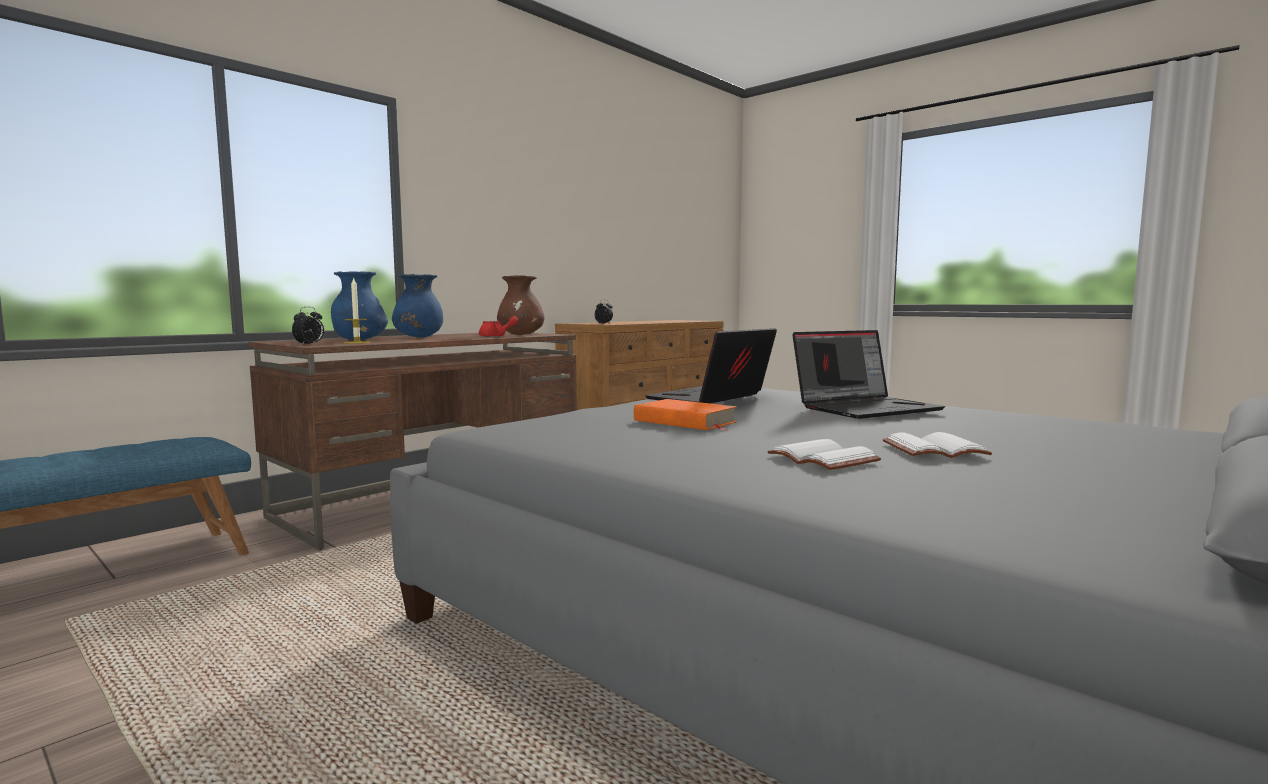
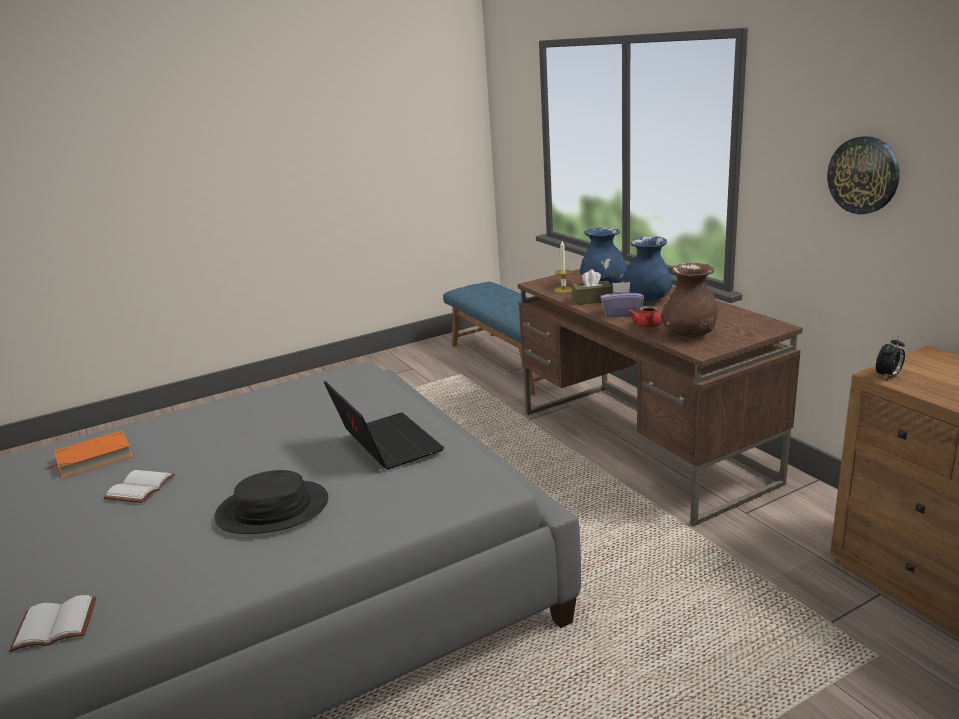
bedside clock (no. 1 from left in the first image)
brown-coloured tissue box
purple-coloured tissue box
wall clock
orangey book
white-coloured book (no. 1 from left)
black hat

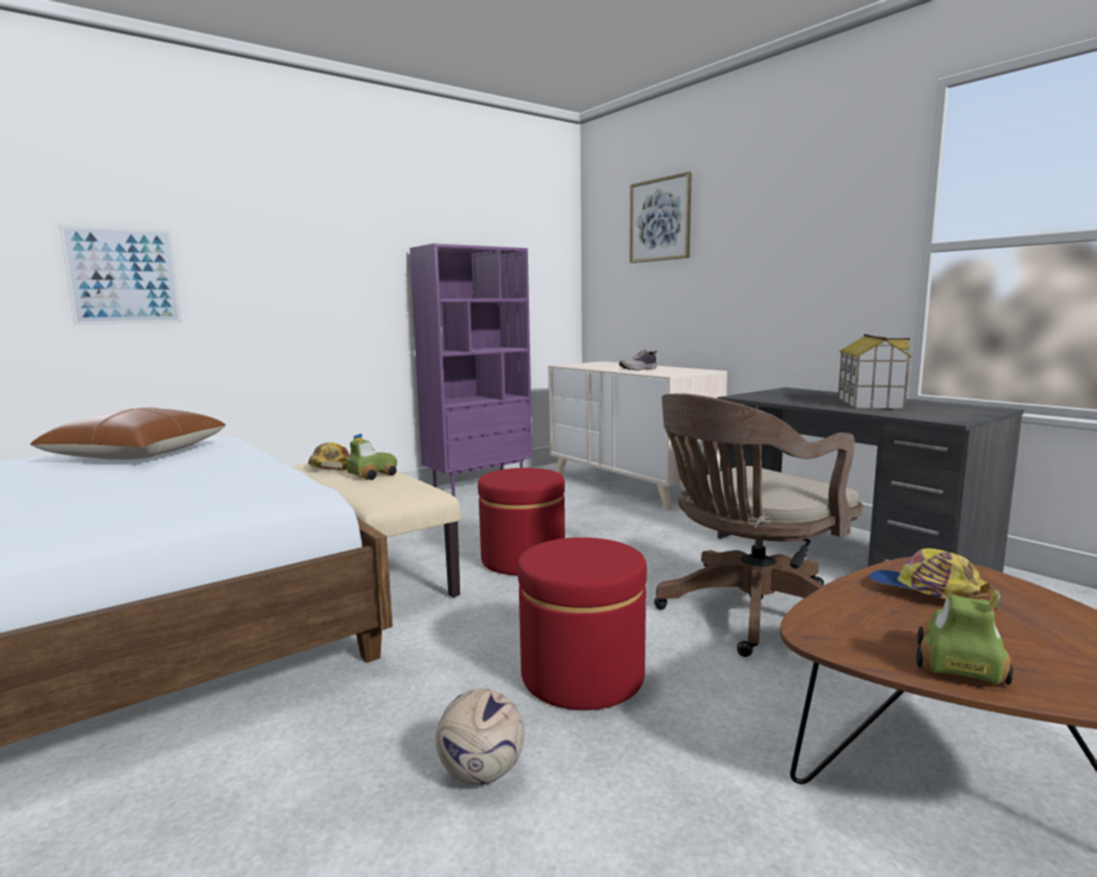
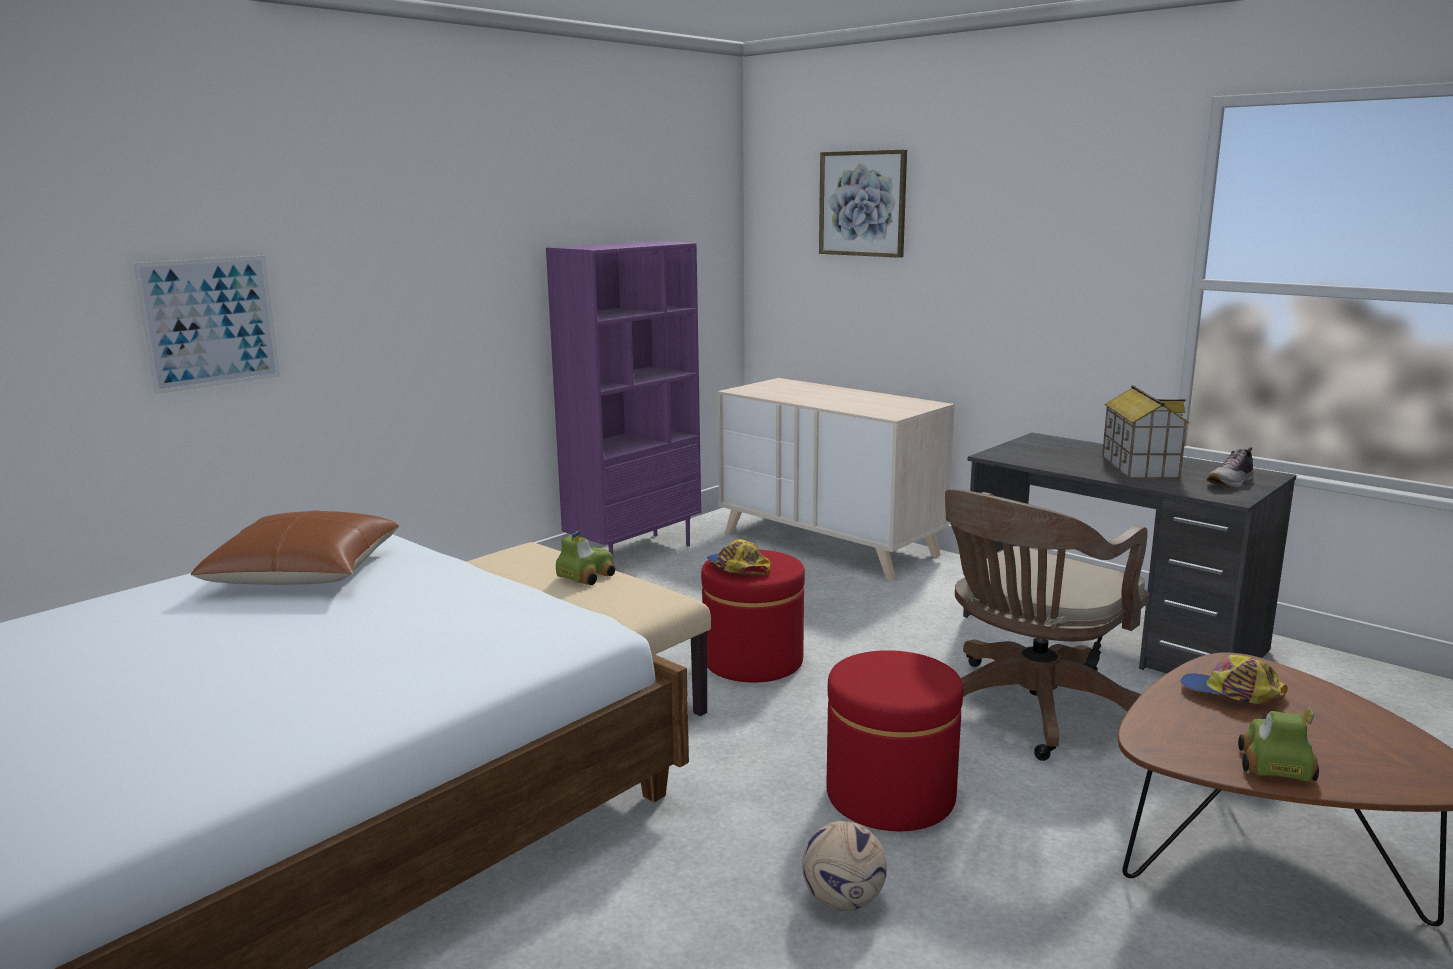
baseball cap (no. 1 from left)
low shoe

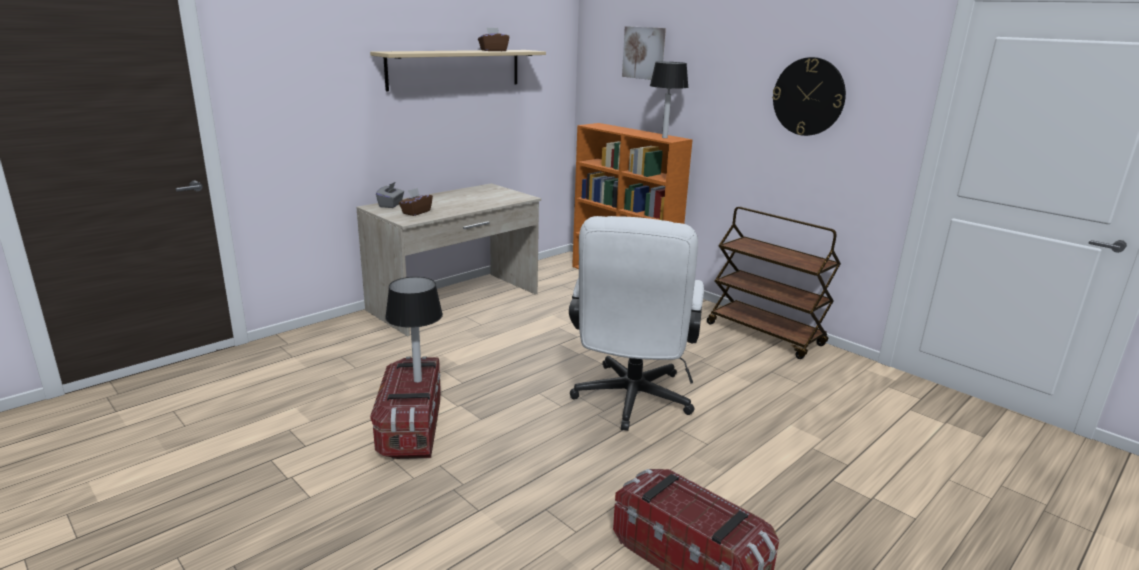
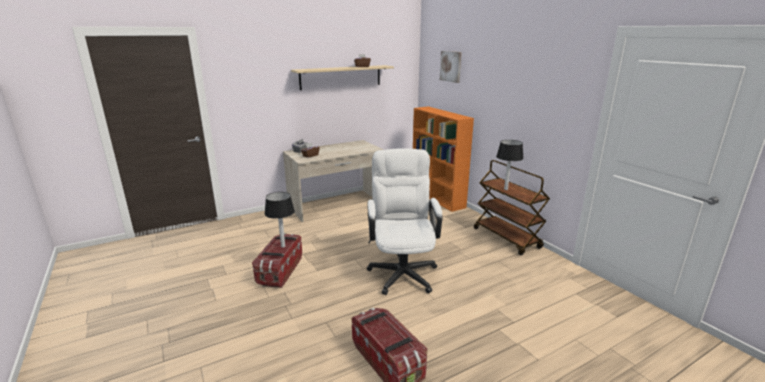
wall clock
table lamp (no. 2 from left)
white-coloured computer chair

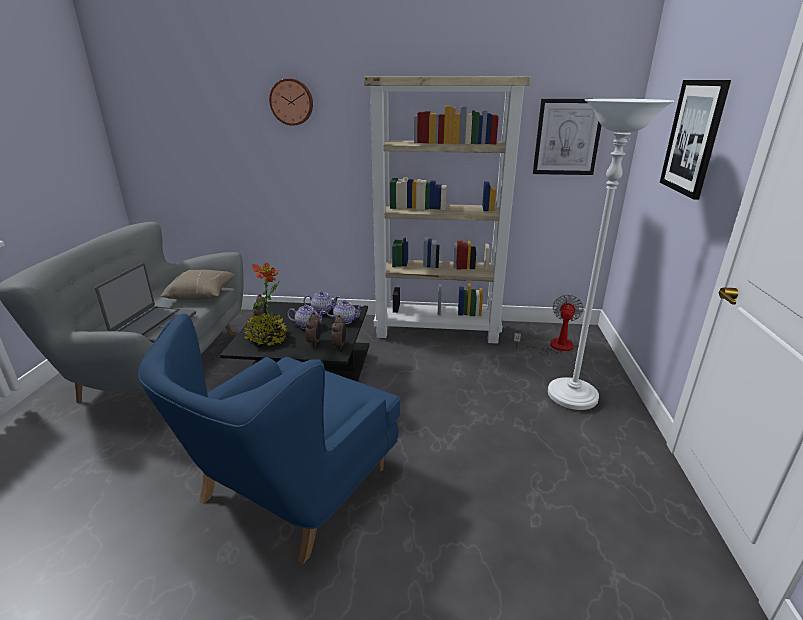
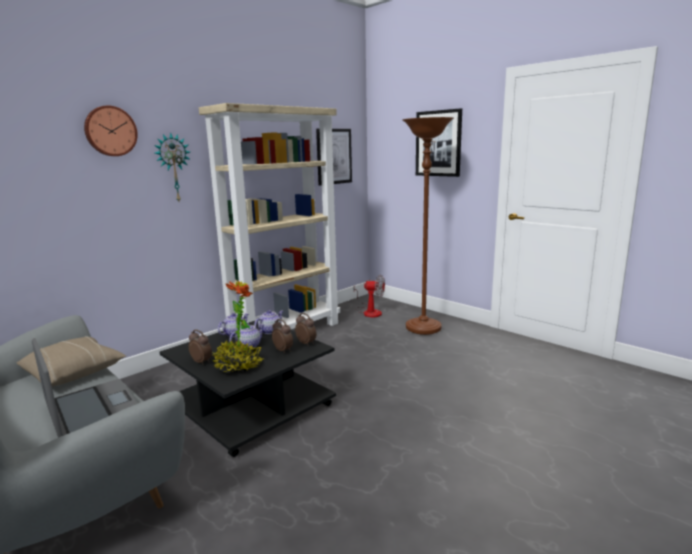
bluish lounge chair
wall clock (no. 2 from left)
brown-coloured standing lamp
electric fan

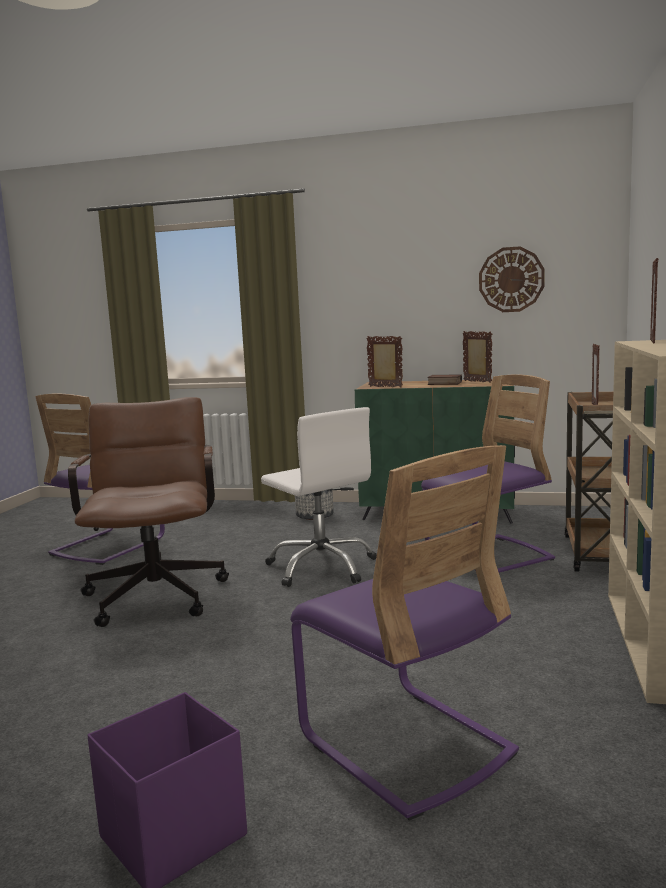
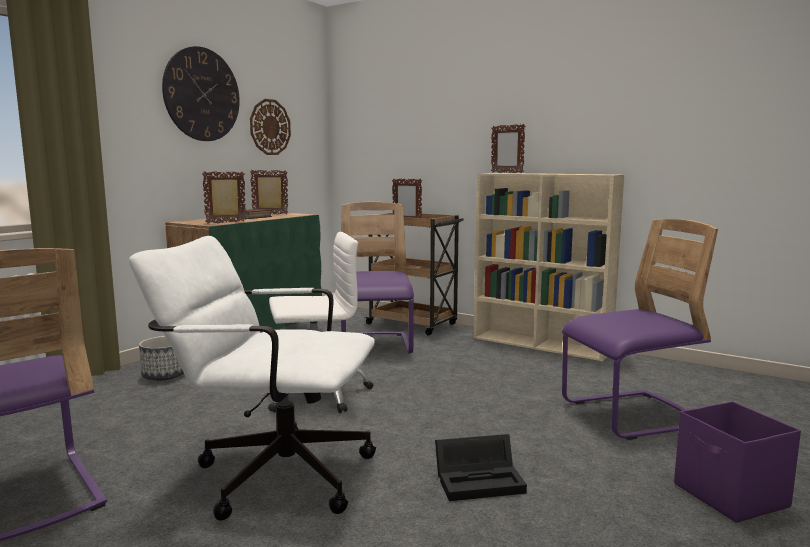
wall clock (no. 1 from left)
black storage bin
white-coloured computer chair (no. 1 from left)

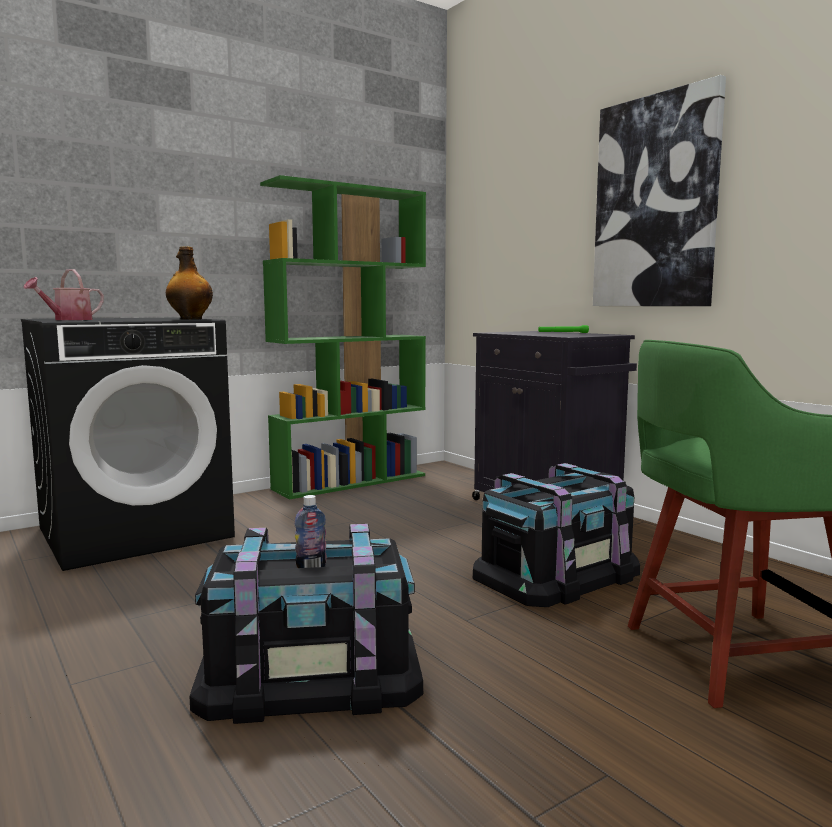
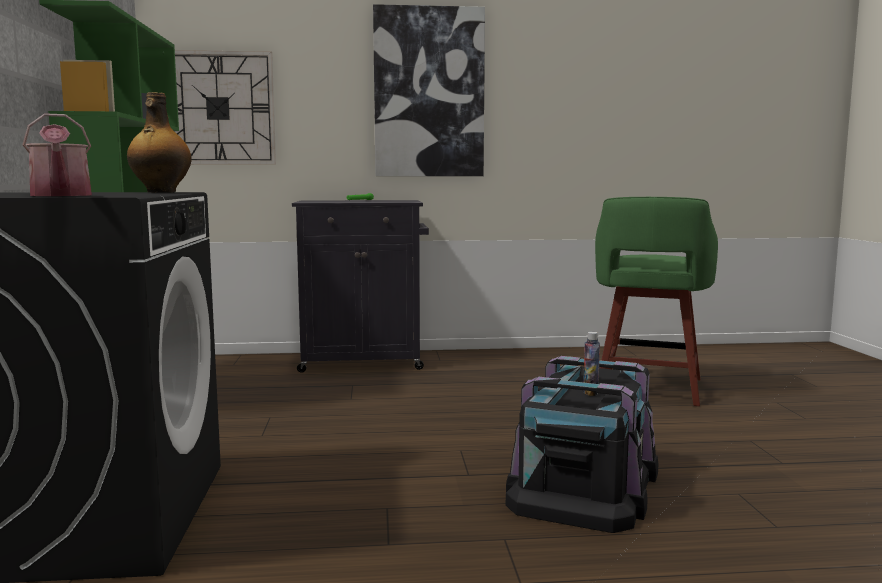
black storage bin (no. 2 from left in the first image)
wall clock

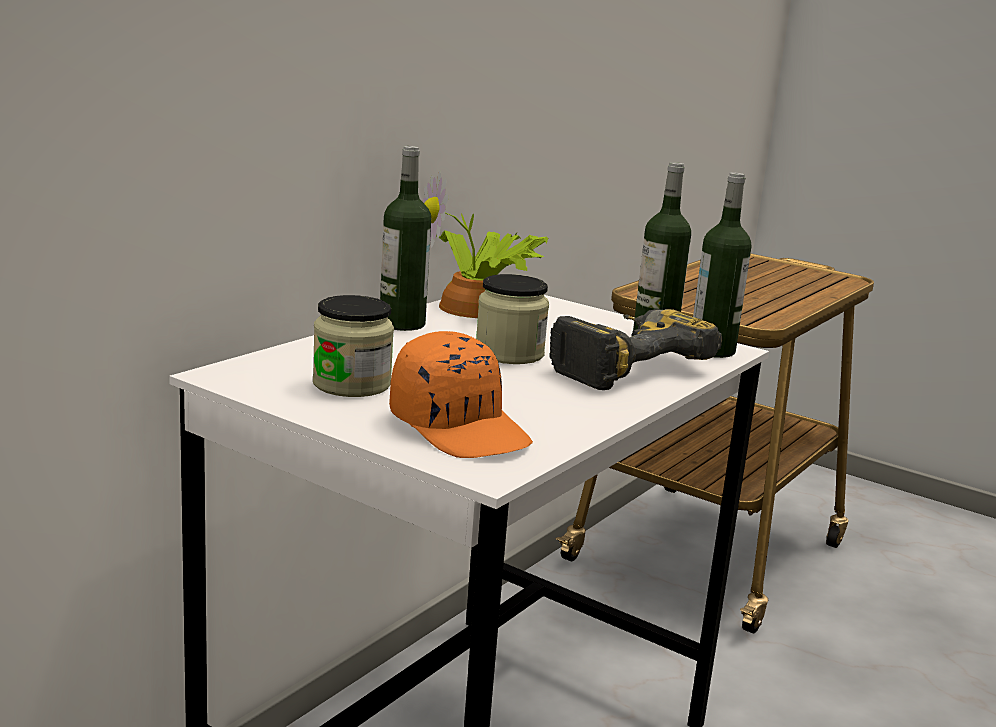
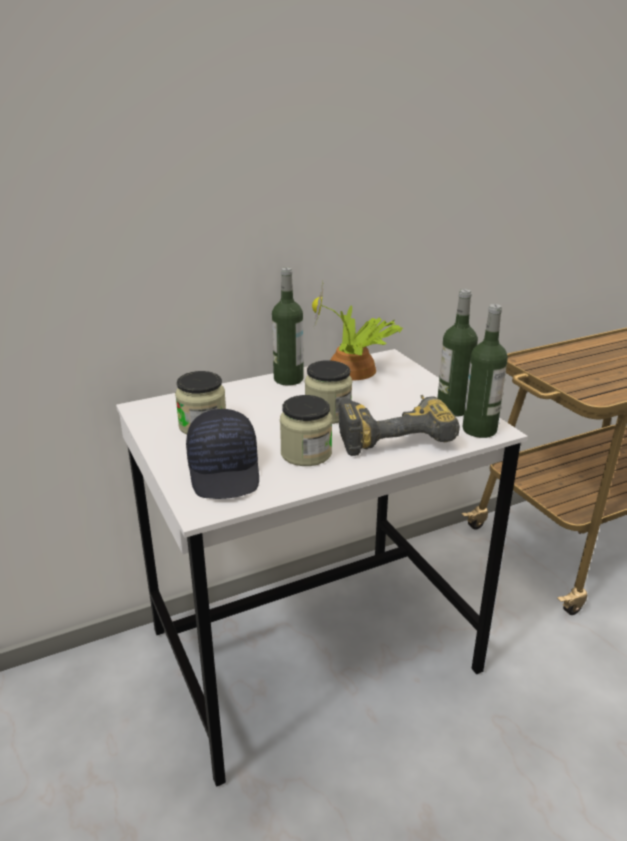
storage jar (no. 2 from left)
black baseball cap

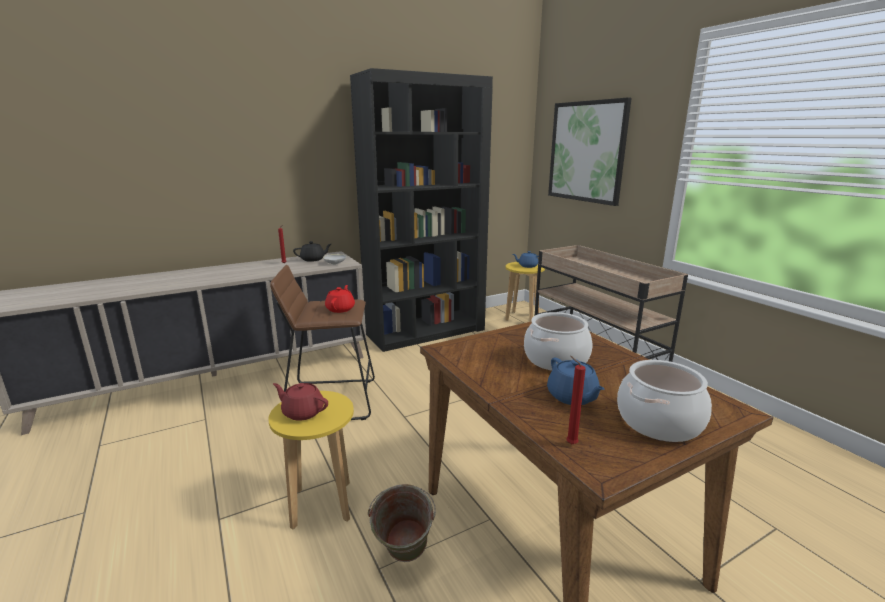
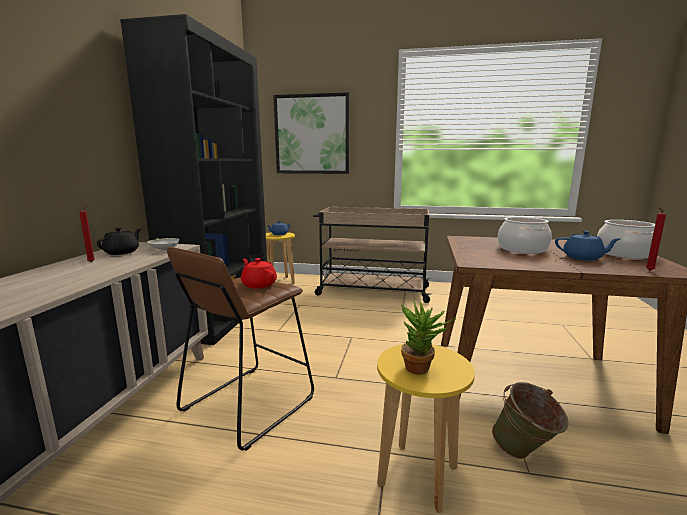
plant in a pot

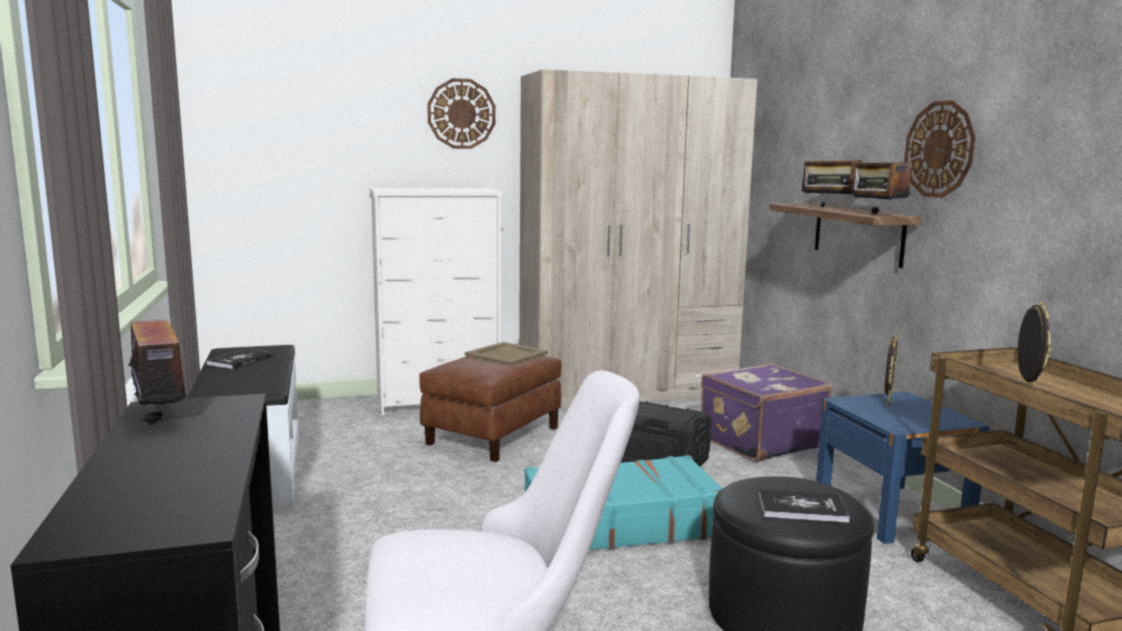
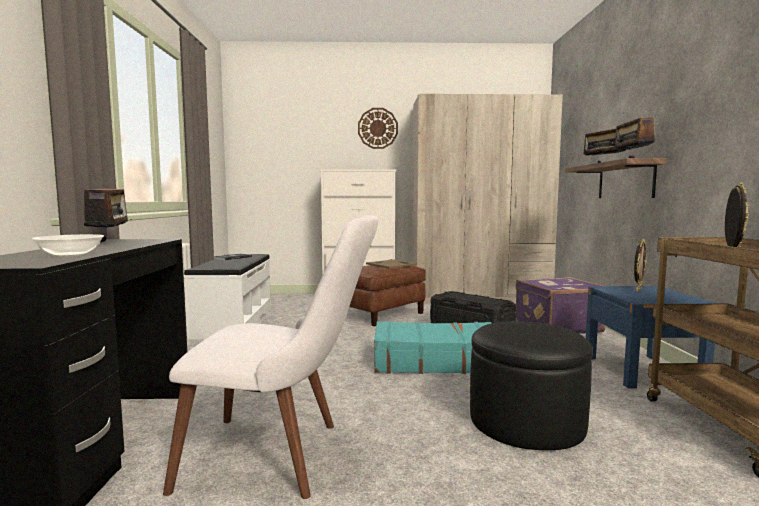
book (no. 2 from left in the first image)
wall clock (no. 2 from left in the first image)
bowl

